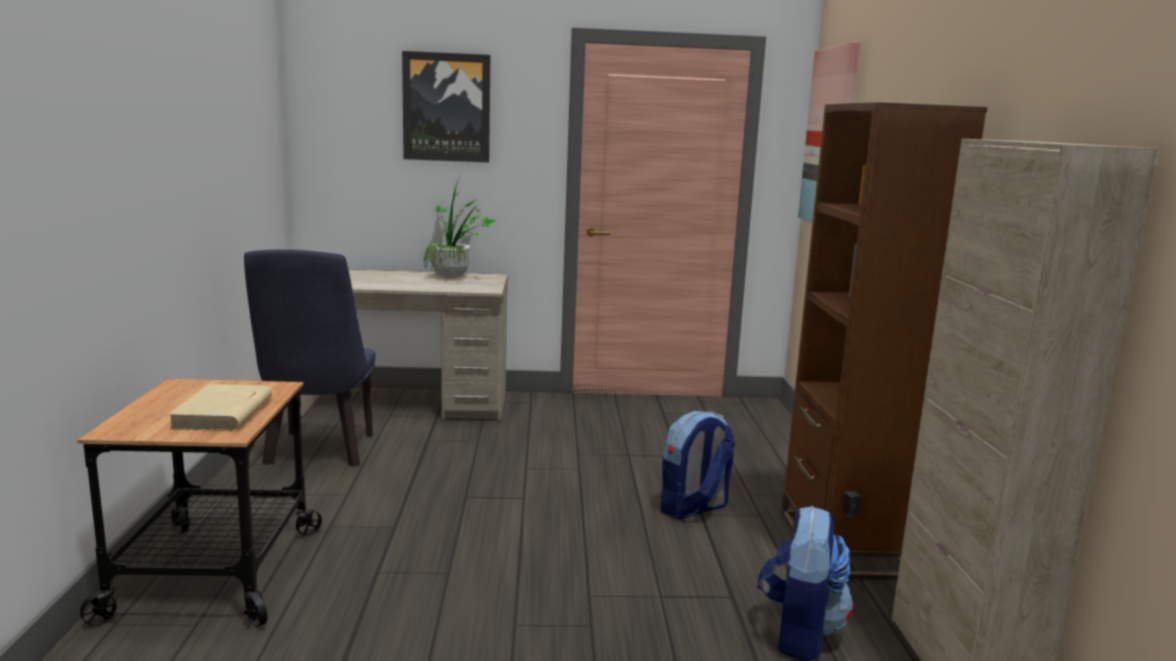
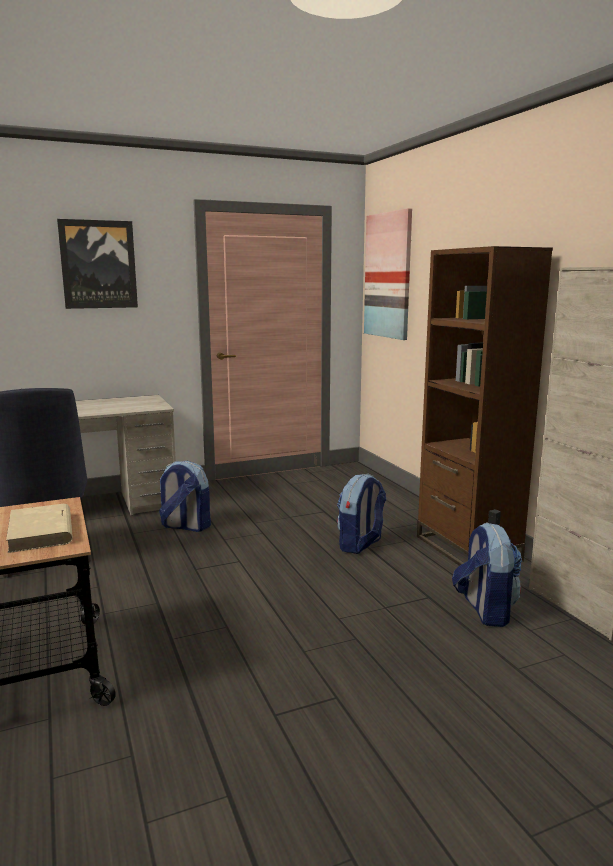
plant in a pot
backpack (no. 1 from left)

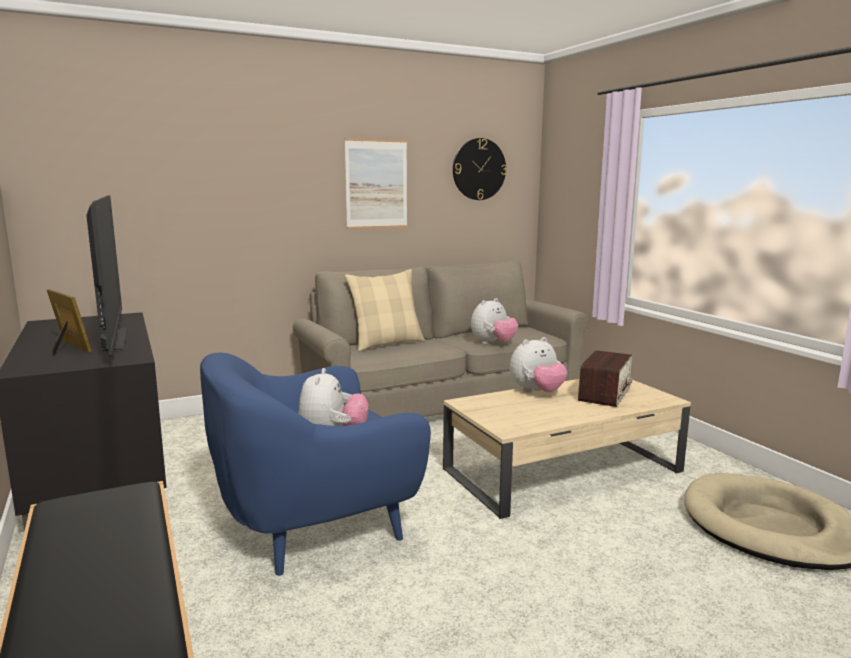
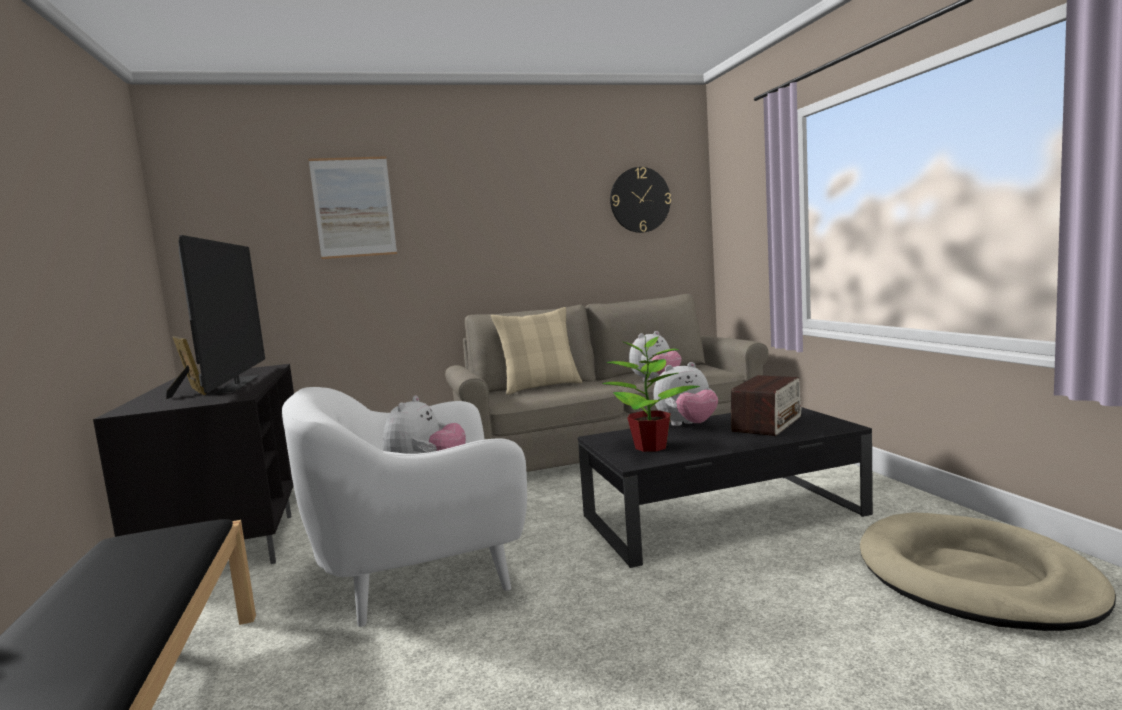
plant in a pot
picture
white-coloured lounge chair
black coffee table

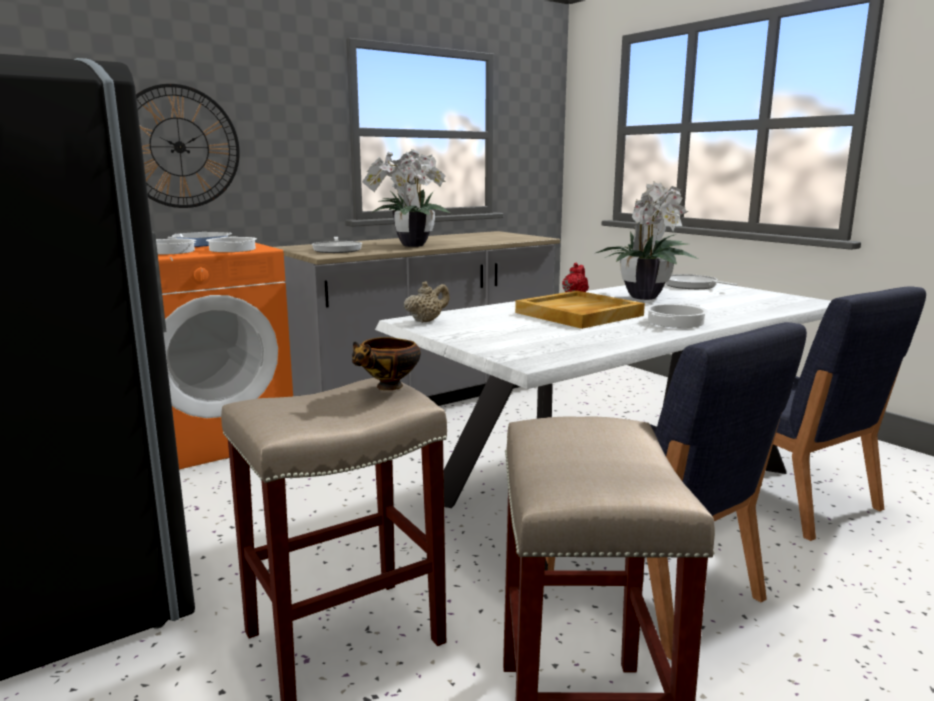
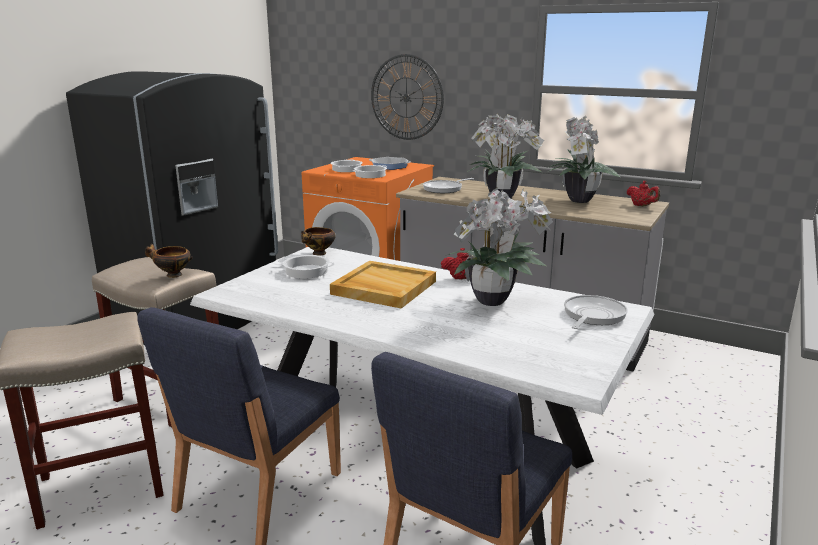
plant in a pot (no. 3 from left)
red-coloured pot for tea (no. 2 from left)
cooking pot (no. 1 from left)
bowl (no. 2 from left)

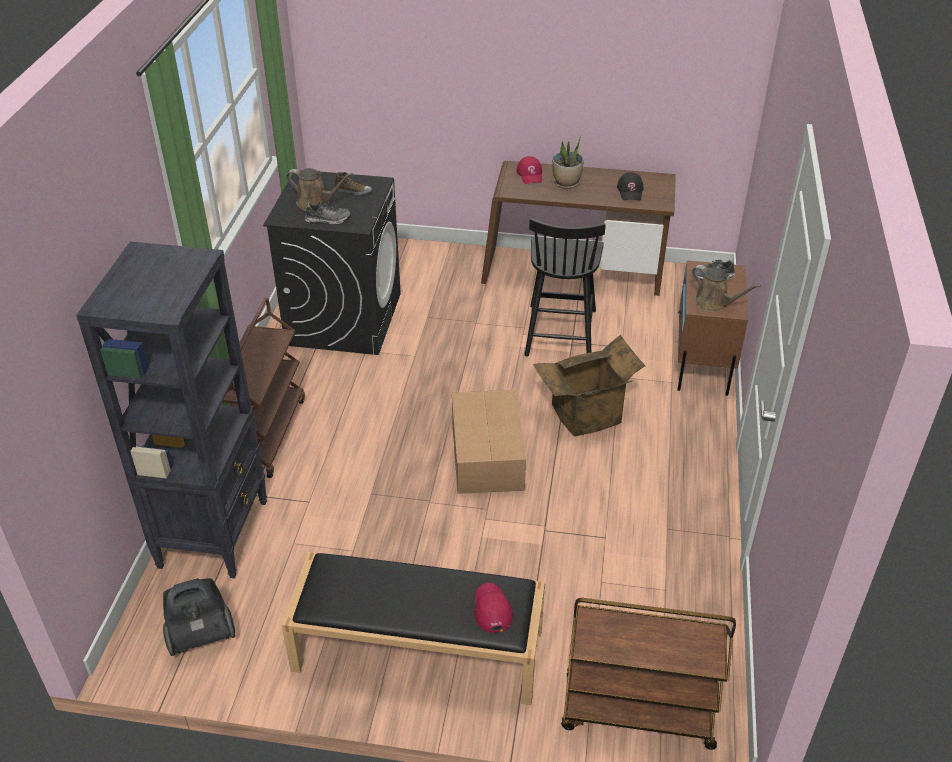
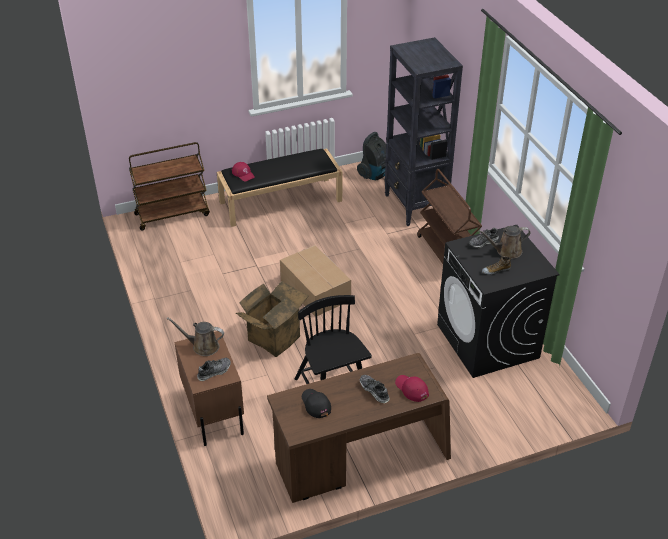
low shoe (no. 2 from left)

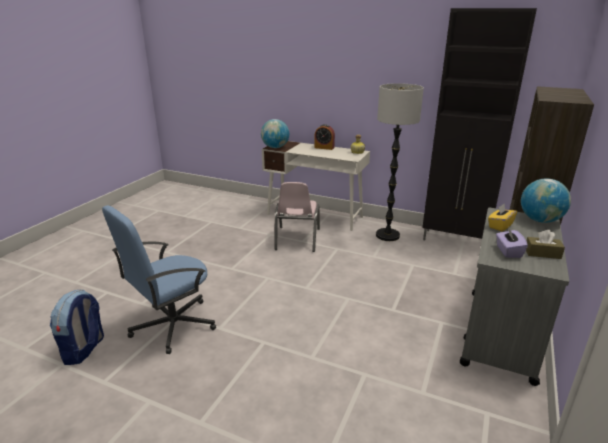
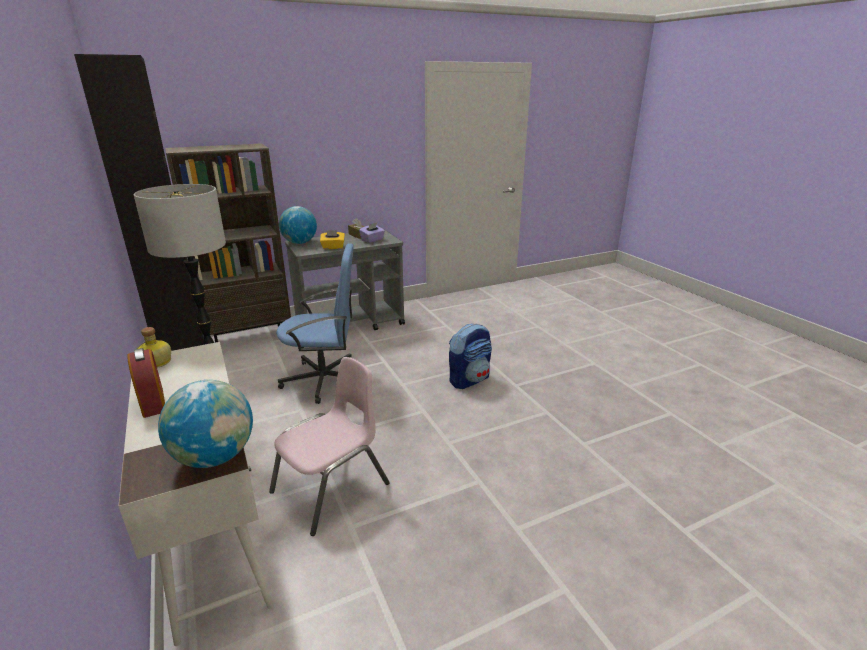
backpack
bluish computer chair

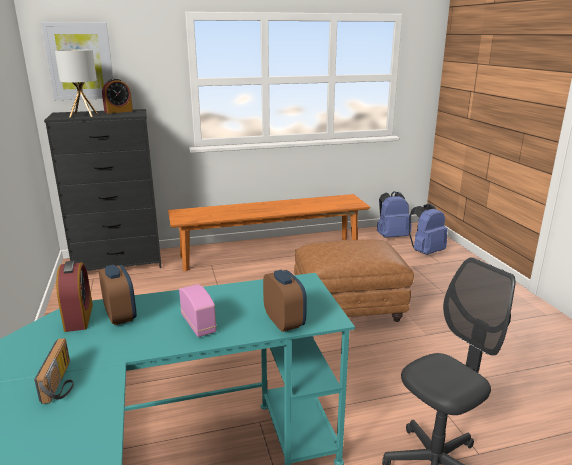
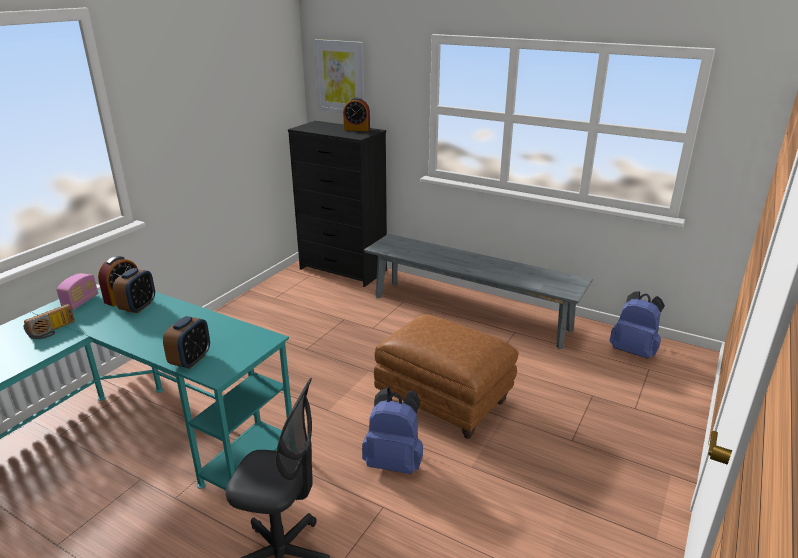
table lamp
radio receiver (no. 2 from left)
bluish backpack (no. 1 from left)
grey indoor bench

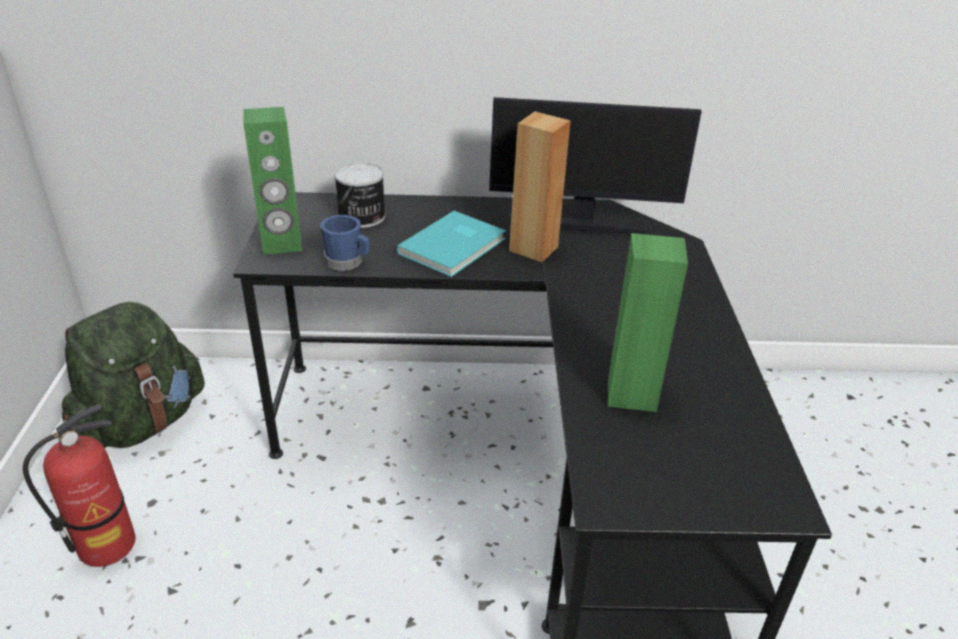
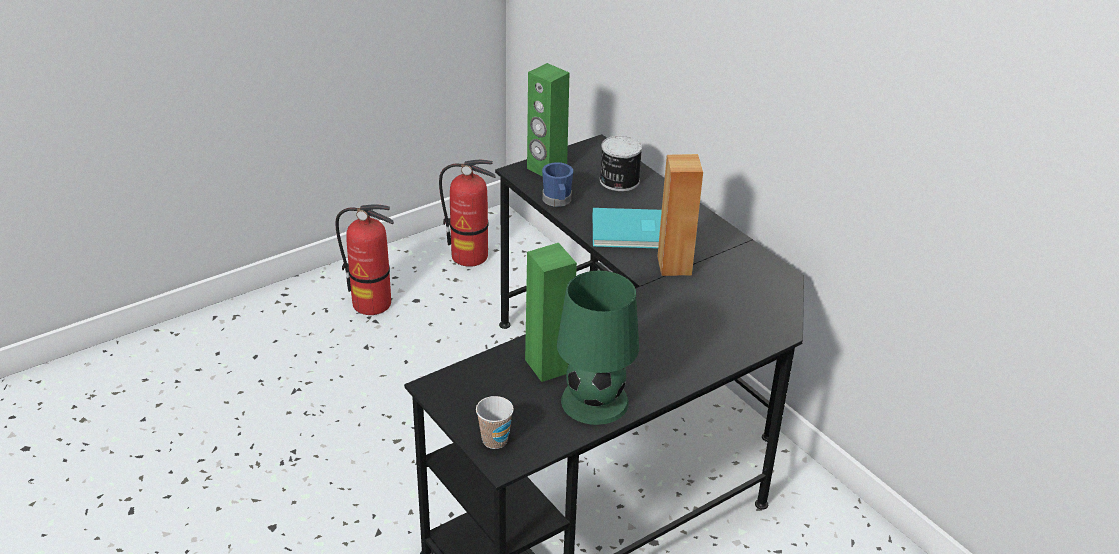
computer screen
small cup
green table lamp
fire extinguisher (no. 2 from left)

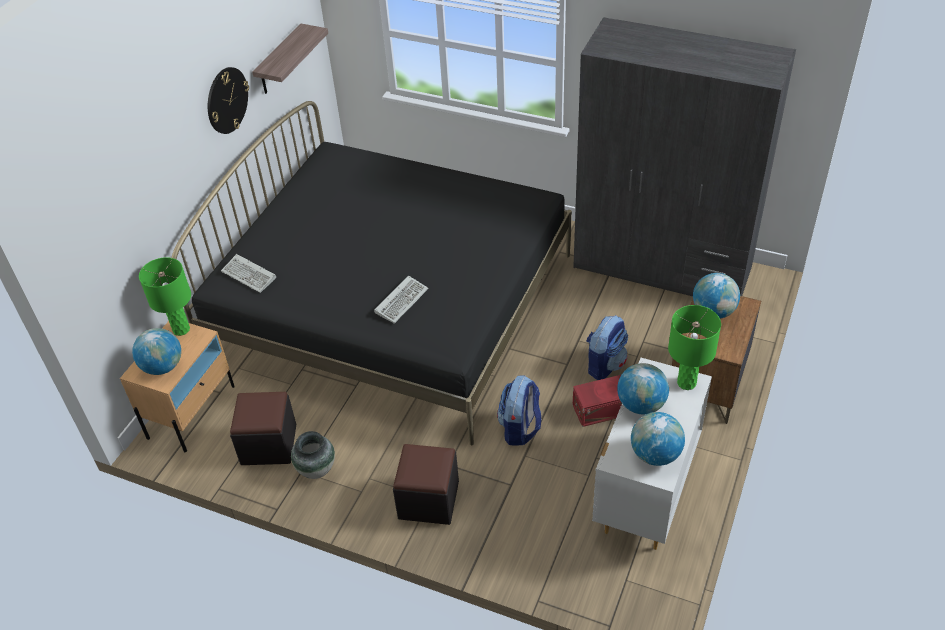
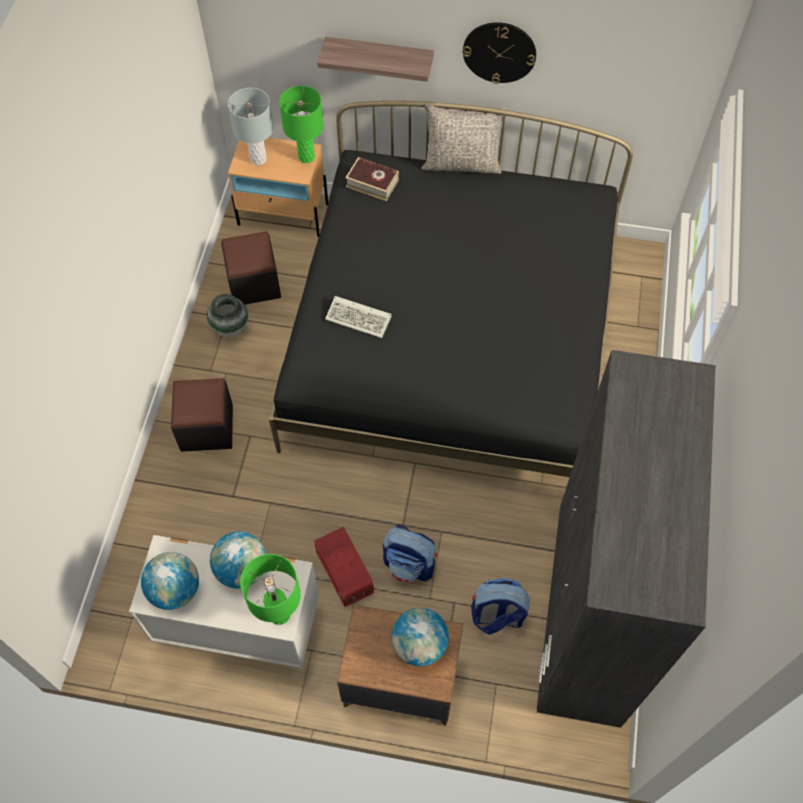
grey cushion
wall shelf
backpack (no. 2 from left)
grey table lamp
book

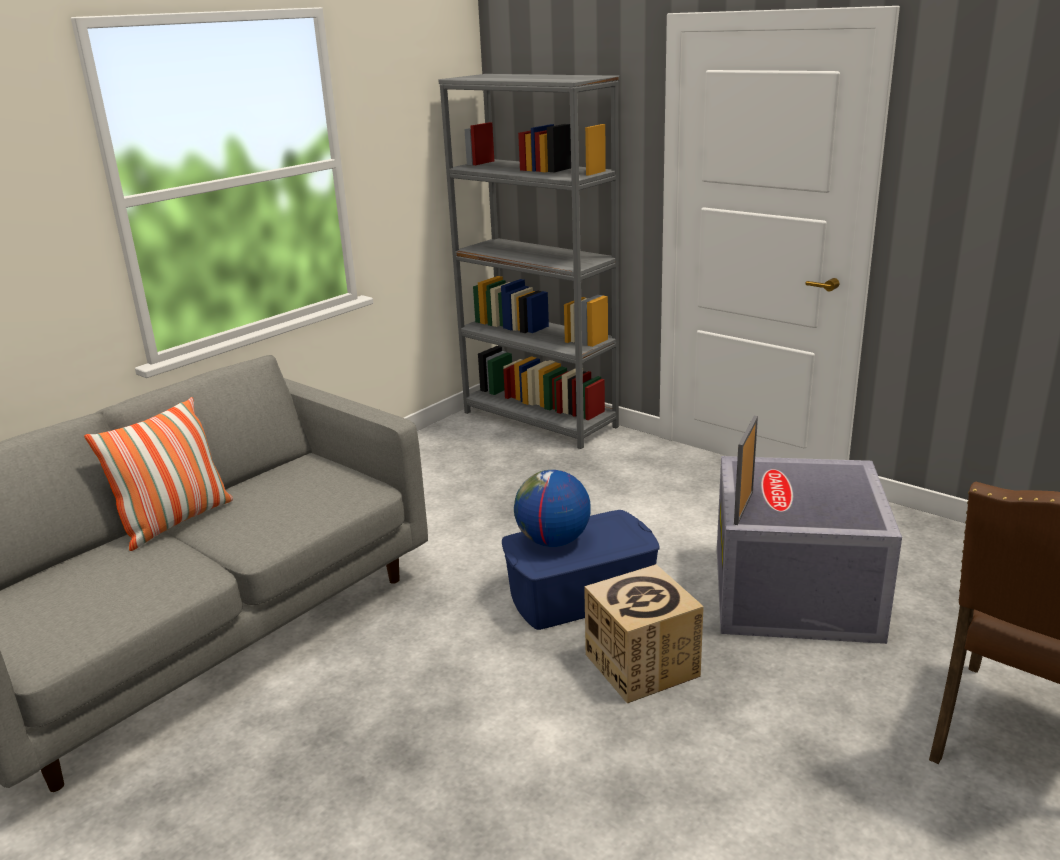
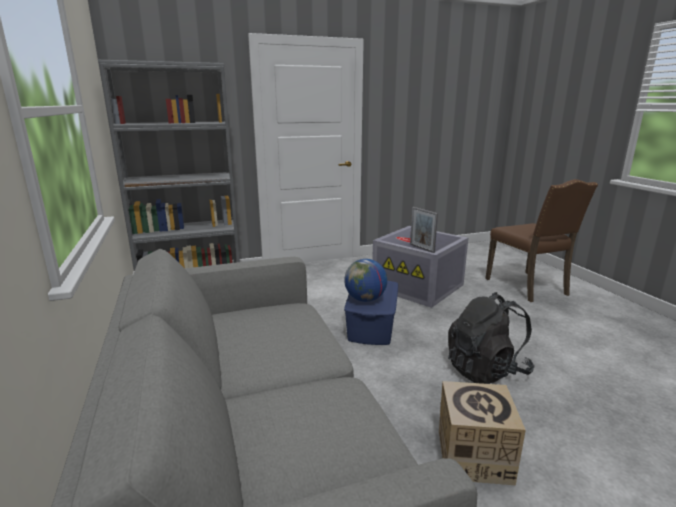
cushion
black backpack
cardboard box

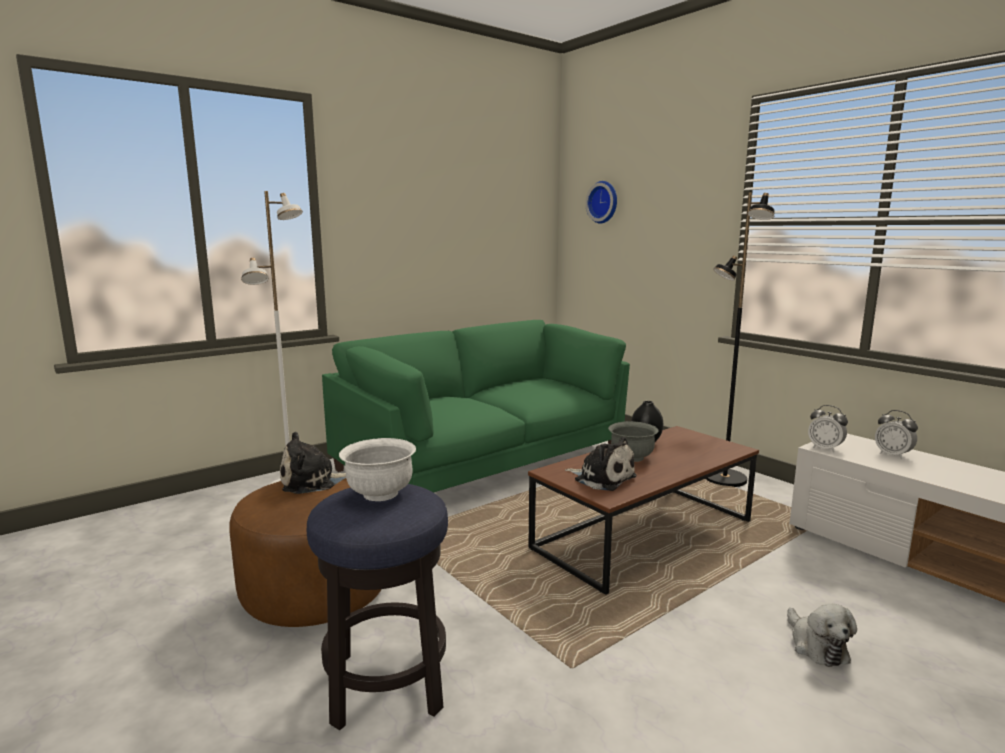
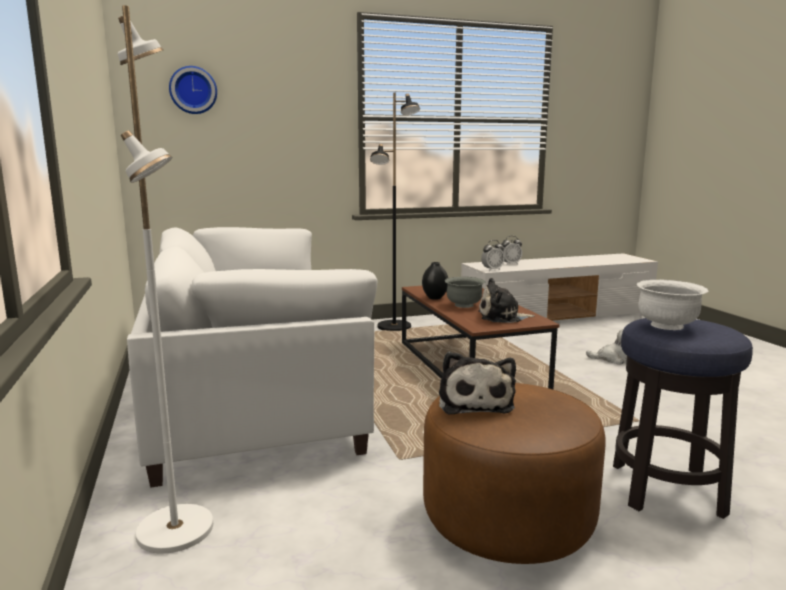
white-coloured settee
cuddly toy (no. 2 from left)

